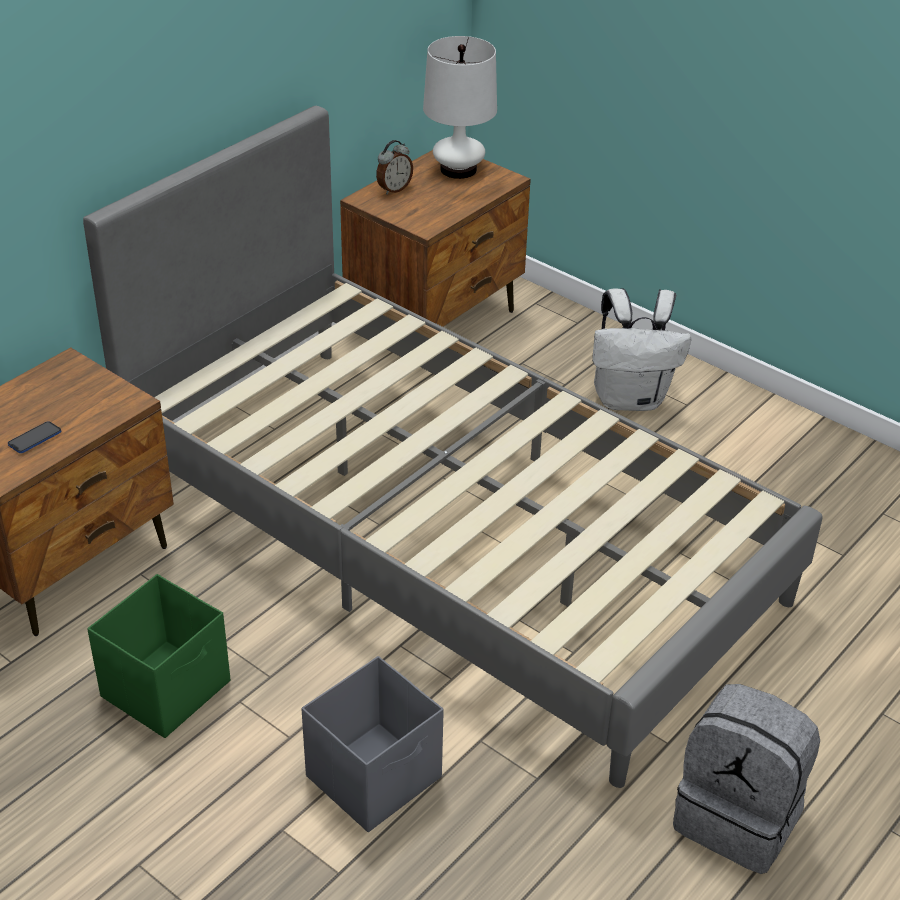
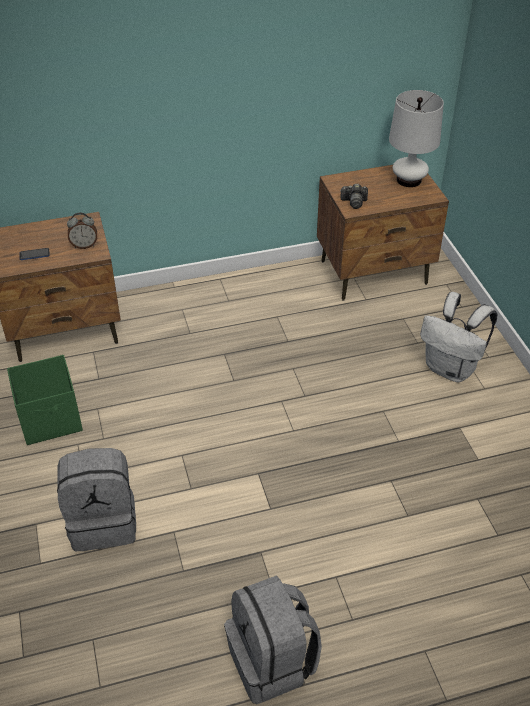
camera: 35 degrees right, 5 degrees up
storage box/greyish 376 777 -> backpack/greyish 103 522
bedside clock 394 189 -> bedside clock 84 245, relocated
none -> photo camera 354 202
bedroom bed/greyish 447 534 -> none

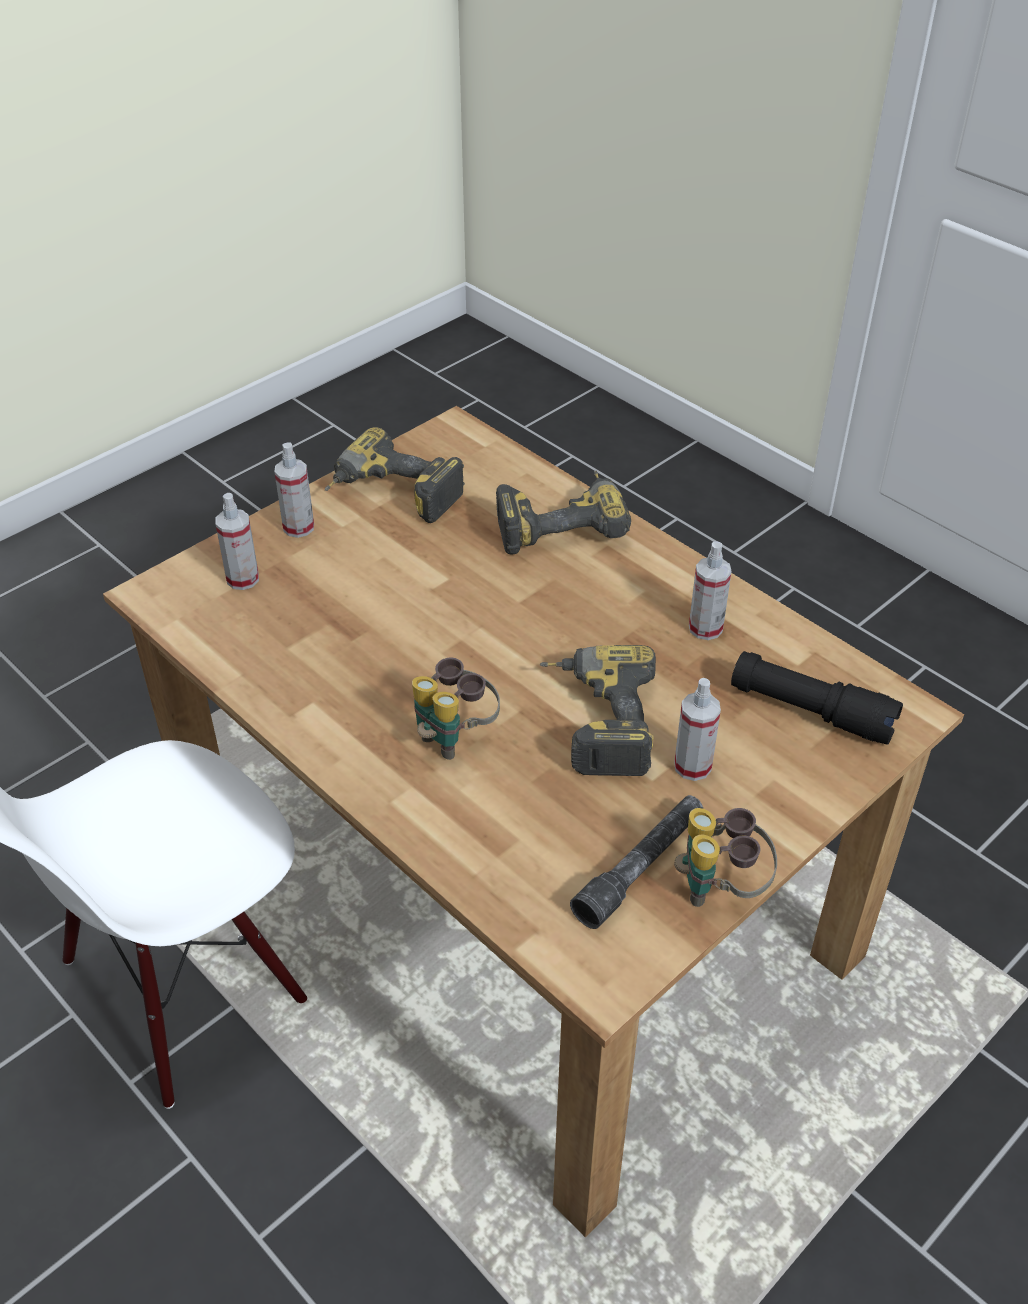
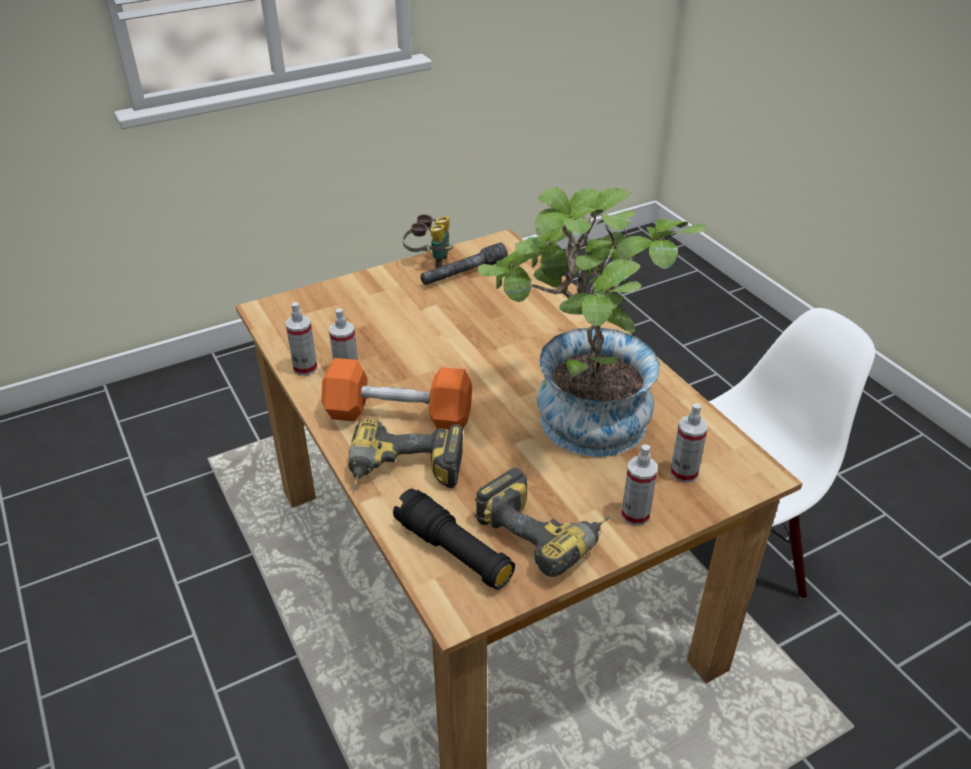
camera: 165 degrees left, 5 degrees down
sprayer 692 766 -> sprayer 305 368, relocated
none -> free weight/orange 399 415
torch/blackish 811 711 -> torch/blackish 454 551, relocated
none -> houseplant 578 426
pair of binoculars 454 735 -> none
drill 594 721 -> none

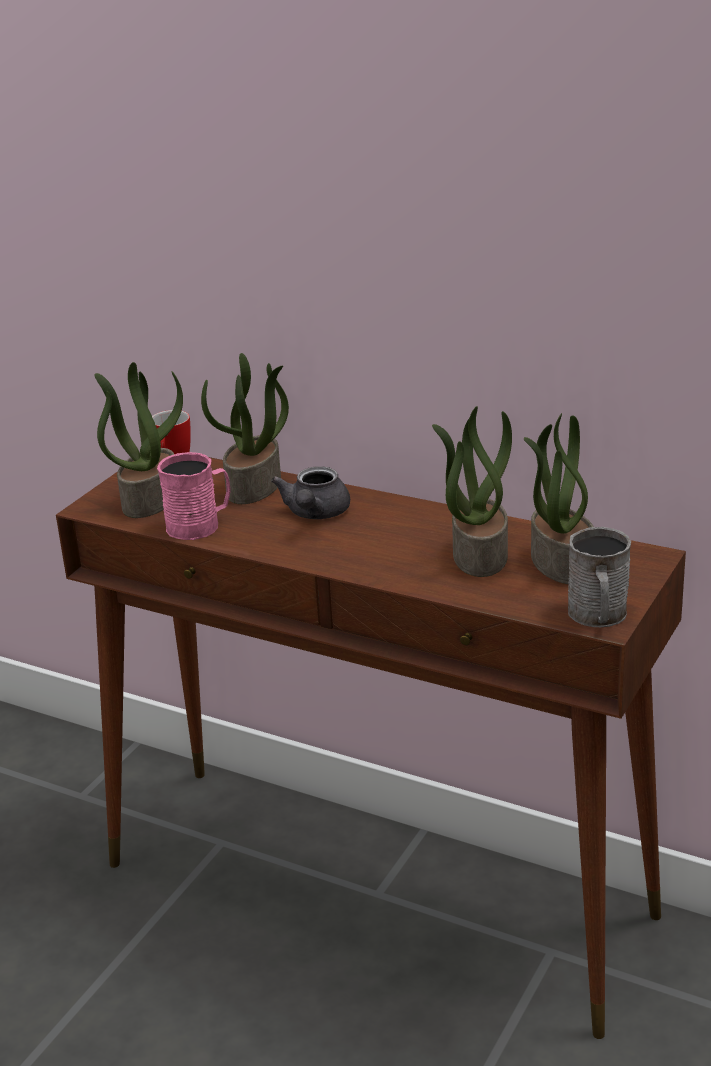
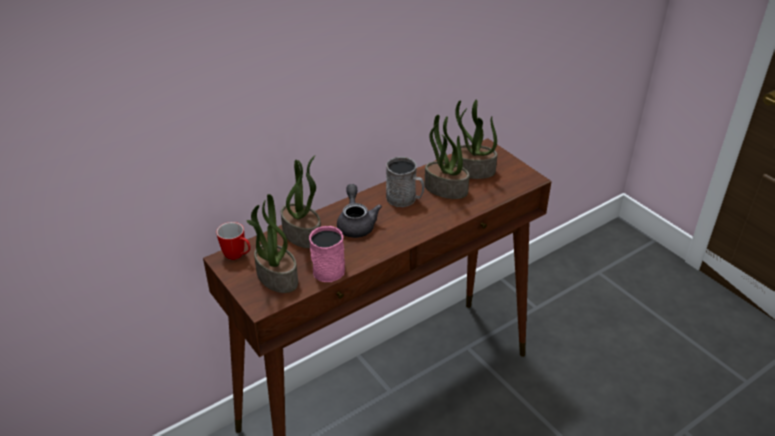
camera: 65 degrees left, 10 degrees up
tea pot/greyish 315 514 -> tea pot/greyish 356 224, 135 degrees counterclockwise
mug/greyish 598 616 -> mug/greyish 405 199, relocated

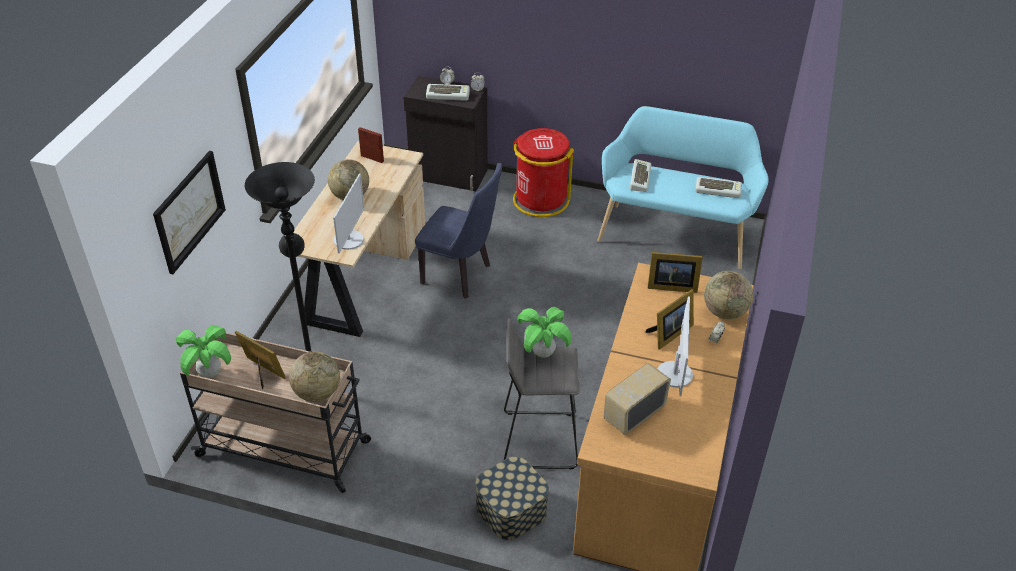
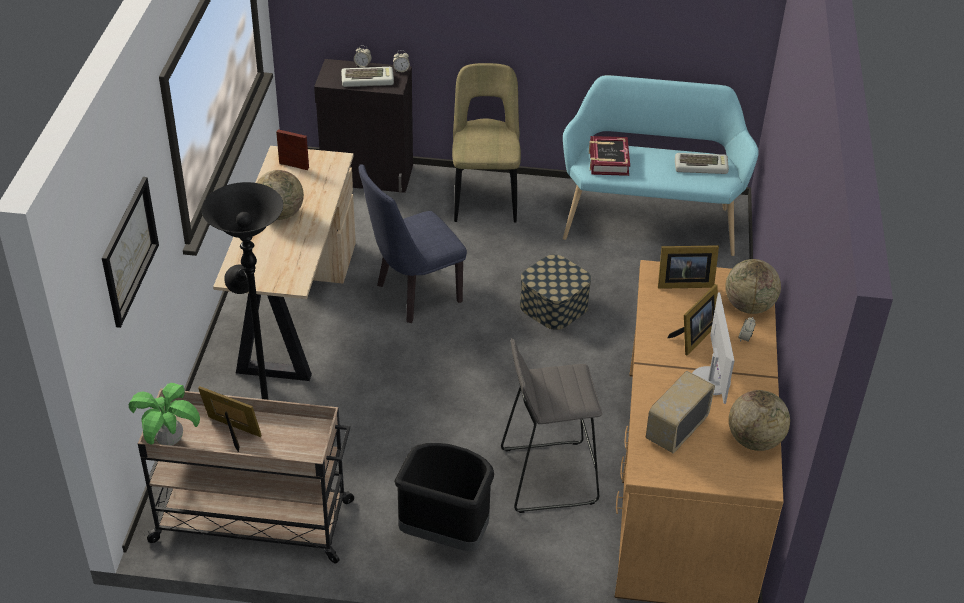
camera: 10 degrees left, 0 degrees up
upright chair/bluish 461 276 -> upright chair/bluish 412 296, 135 degrees clockwise
none -> waste bin/blackish 445 534
waste bin/reddish 540 200 -> upright chair/sand-coloured 485 196
storage box 511 510 -> storage box 553 306, relocated
keyboard 639 178 -> bound book 608 161
desk globe 317 393 -> desk globe 754 440, relocated
monitor 349 240 -> none
houseplant 543 353 -> none

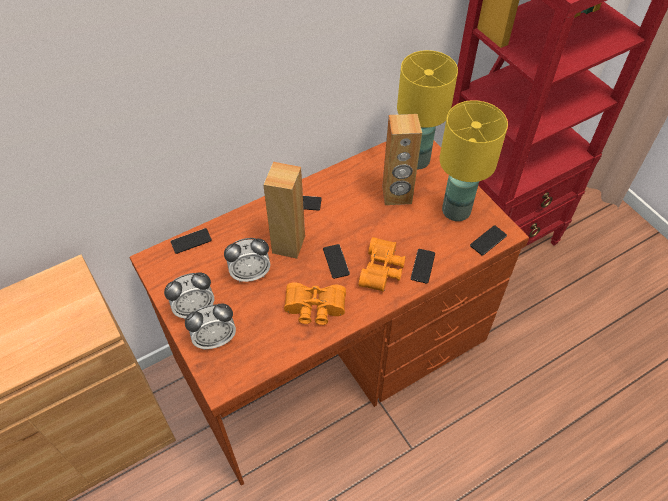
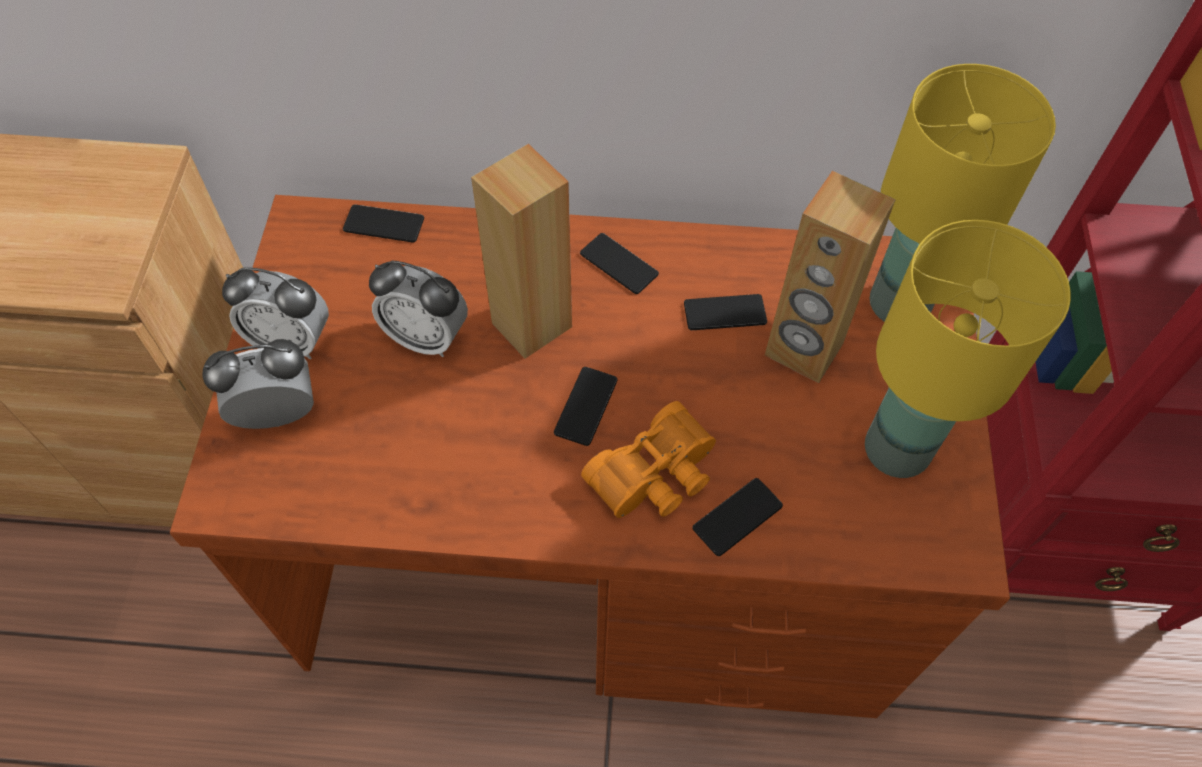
camera: 35 degrees right, 5 degrees up
bedside clock 215 339 -> bedside clock 277 414, 150 degrees clockwise
handset 488 241 -> handset 725 313, relocated
pair of binoculars/orange 315 309 -> none

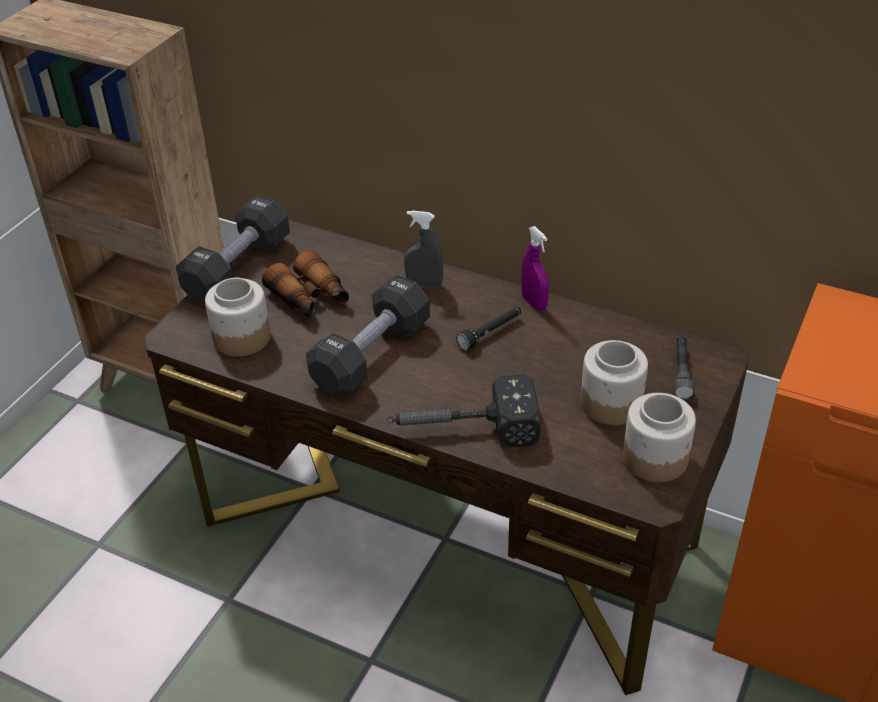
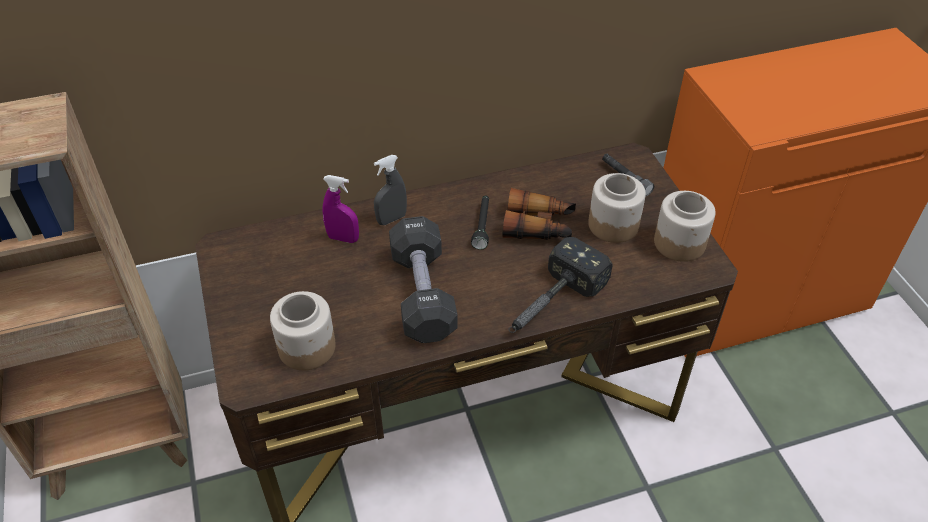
camera: 45 degrees left, 5 degrees up
sprayer/purple 534 303 -> sprayer/purple 343 238, relocated
pair of binoculars 310 298 -> pair of binoculars 539 226, relocated
free weight/blackish 238 268 -> none

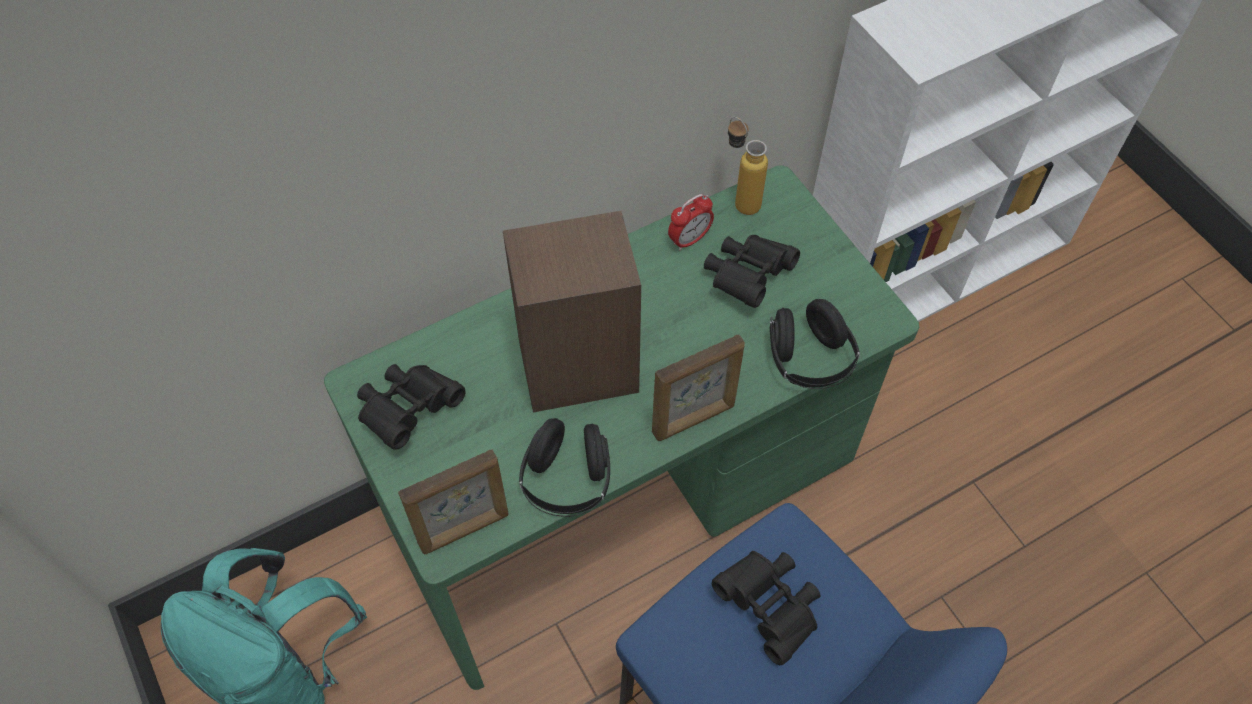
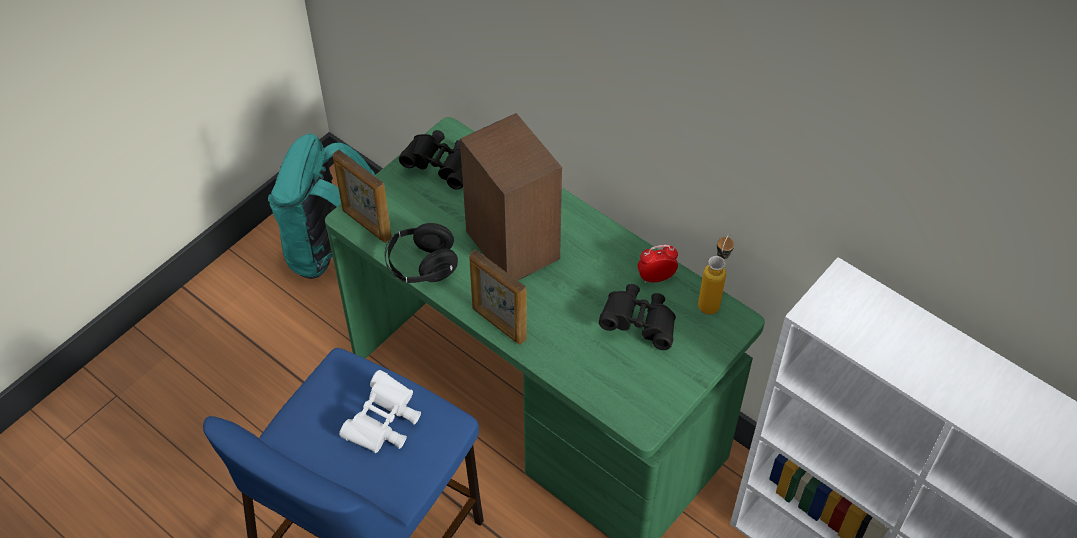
camera: 70 degrees right, 5 degrees down
pair of binoculars/blackish 770 607 -> pair of binoculars/whitish 384 423
bedside clock 689 239 -> bedside clock 656 278, 135 degrees clockwise
headset/blackish 809 360 -> none

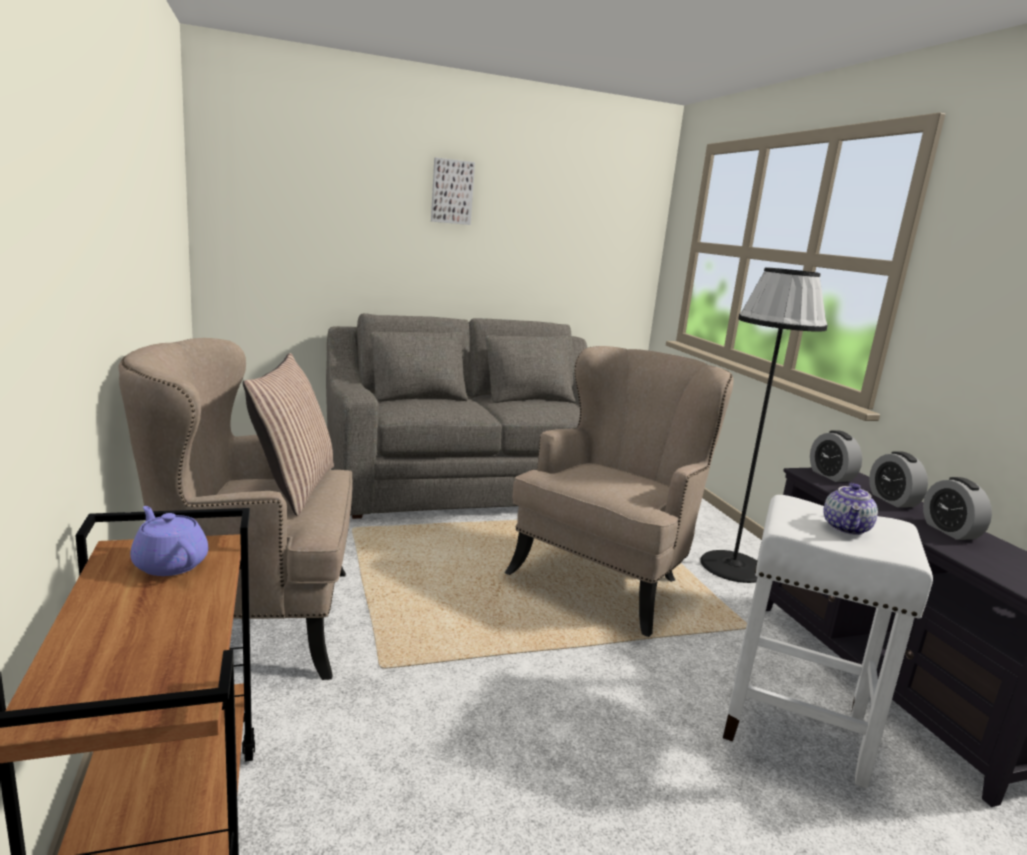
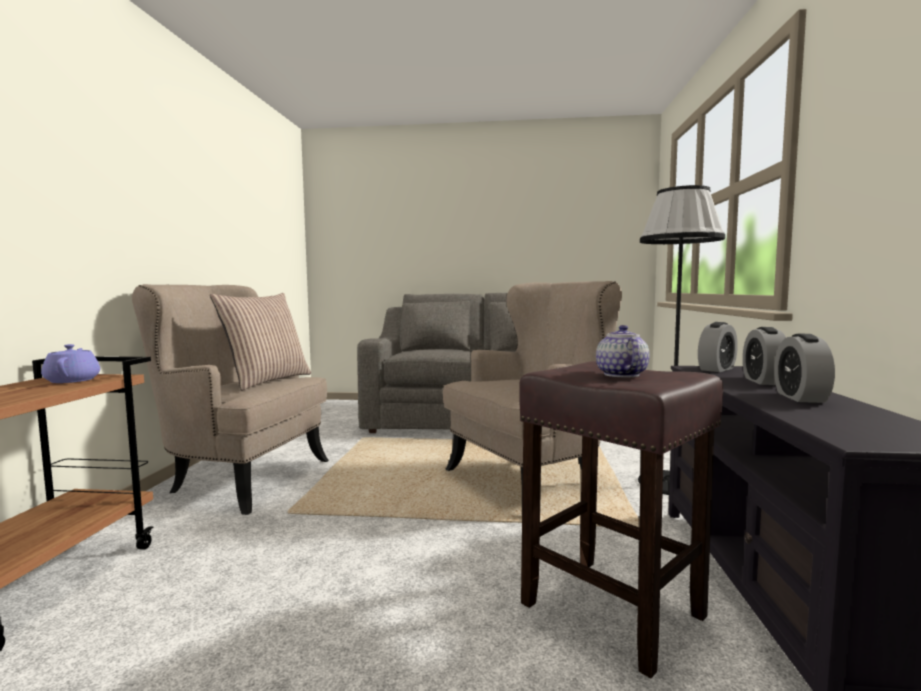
camera: 25 degrees right, 10 degrees down
stool/whitish 797 728 -> stool/brownish 615 611
tea pot 847 528 -> tea pot 620 374, 135 degrees clockwise
bedside clock 830 476 -> bedside clock 717 369, 135 degrees counterclockwise
wall art 452 192 -> none

